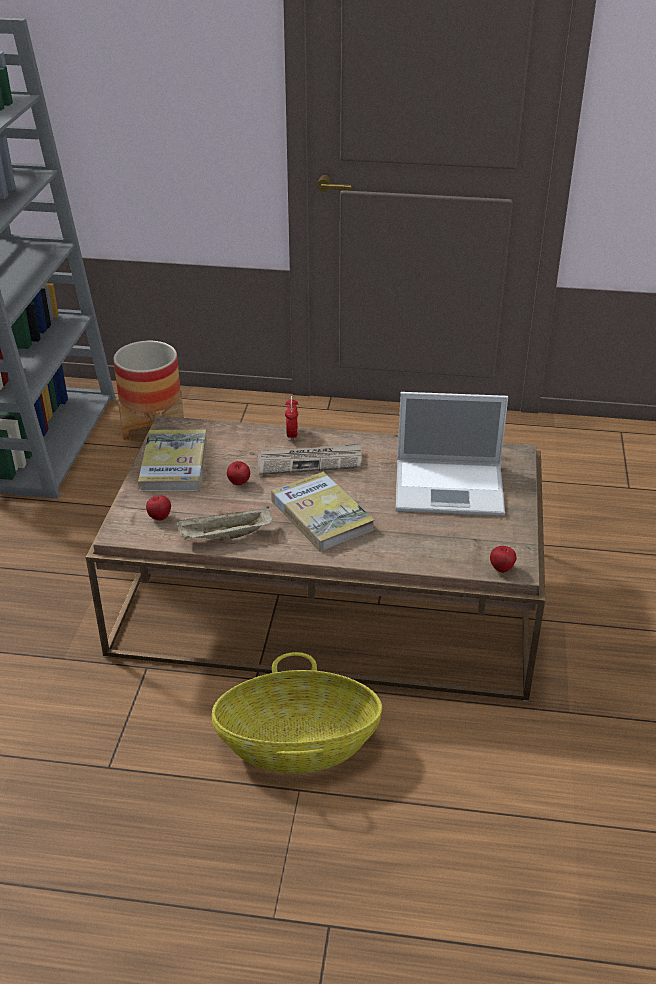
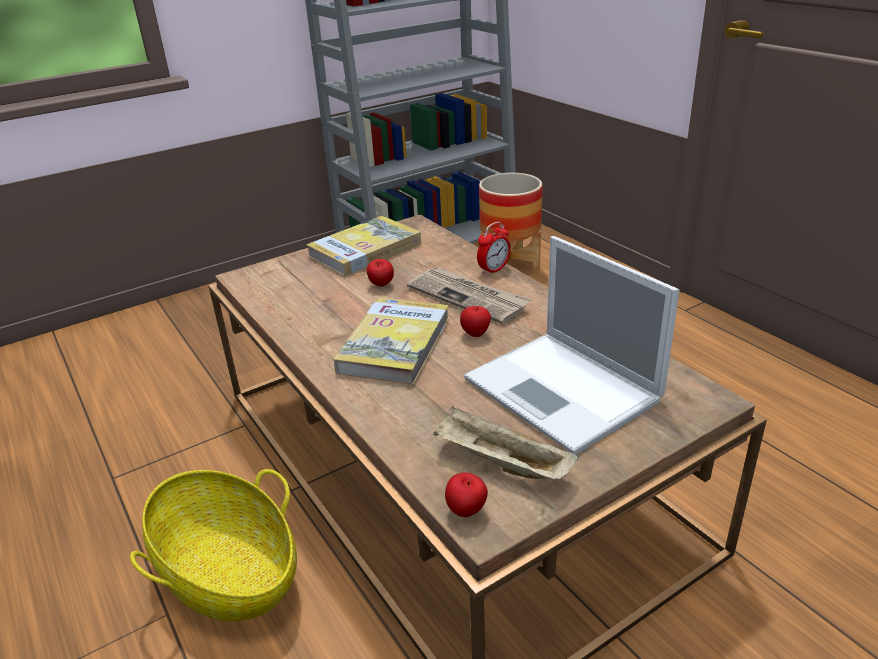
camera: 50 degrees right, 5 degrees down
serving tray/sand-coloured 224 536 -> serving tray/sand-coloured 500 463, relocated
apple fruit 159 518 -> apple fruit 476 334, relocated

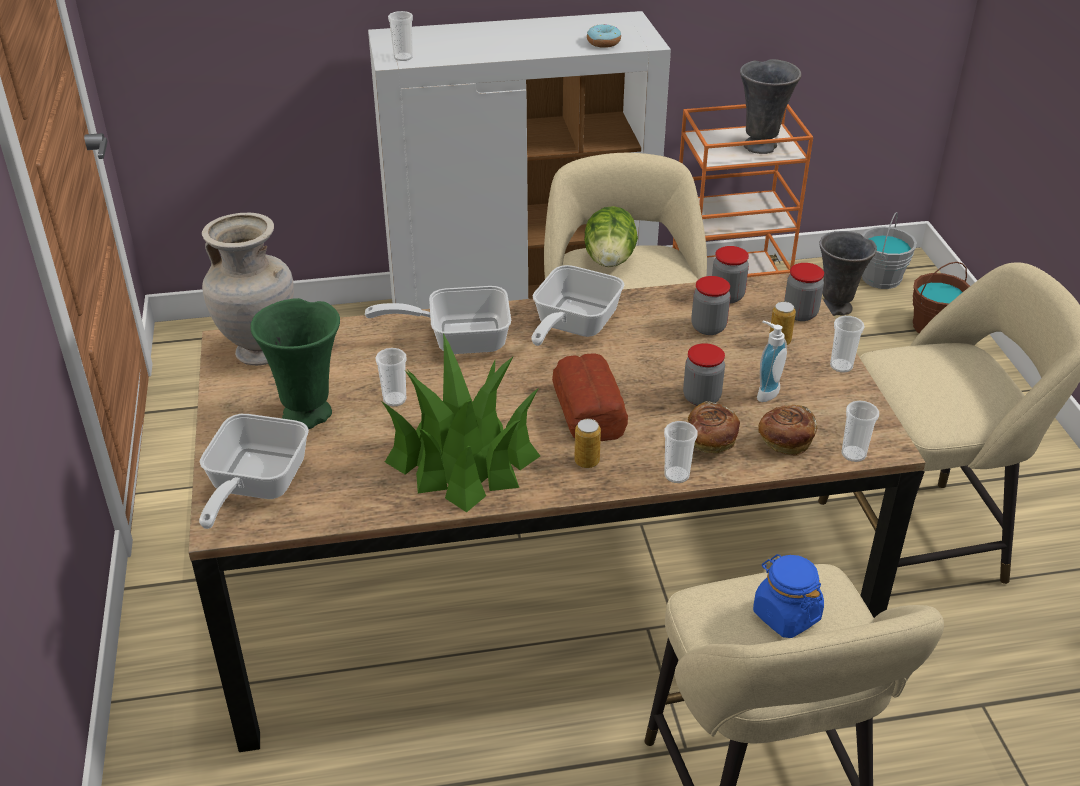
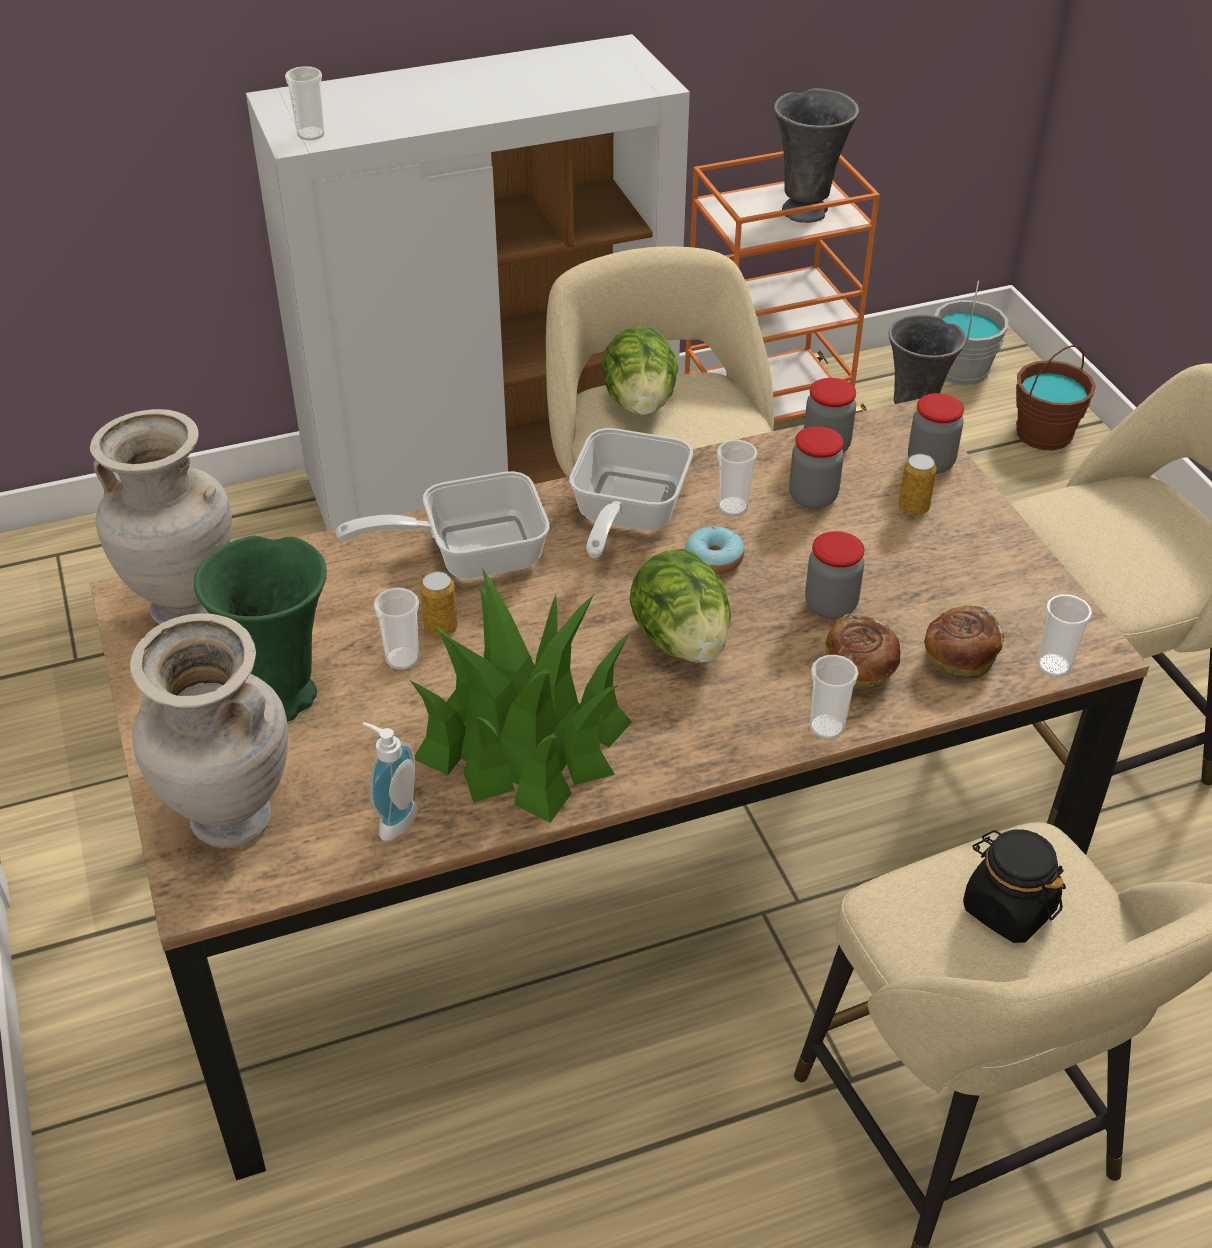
camera: 10 degrees left, 5 degrees up
frying pan 253 487 -> vase/sand-coloured 231 823
liquid soap bottle 764 392 -> liquid soap bottle 393 819, relocated
sealed can 587 461 -> sealed can 441 628, relocated
bread 589 408 -> head of lettuce 681 640
donut 603 42 -> donut 713 559, relocated
drinking cup 841 366 -> drinking cup 733 507, relocated
preserve jar/bluish 786 615 -> preserve jar/blackish 1007 908

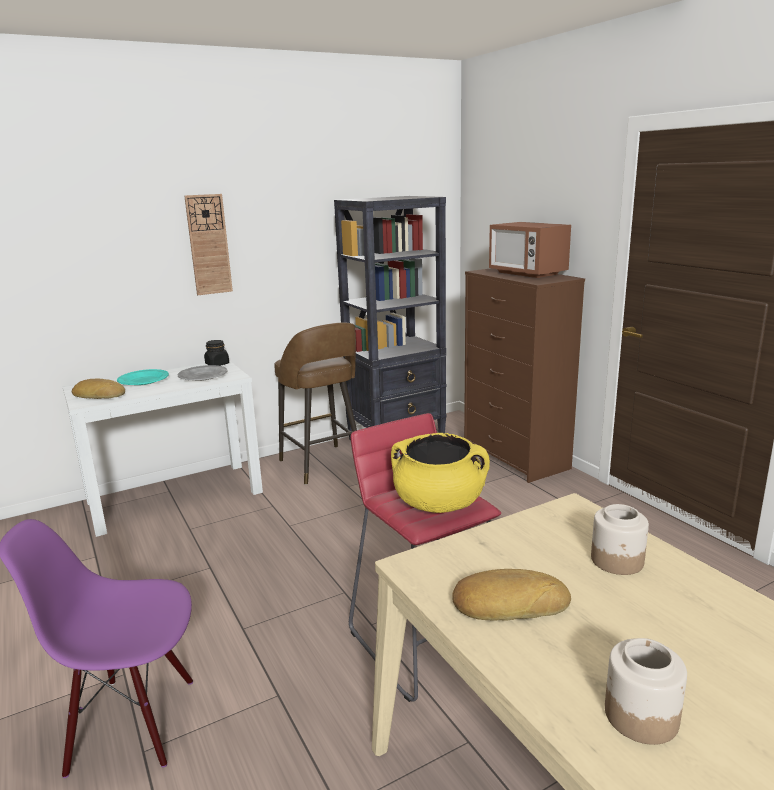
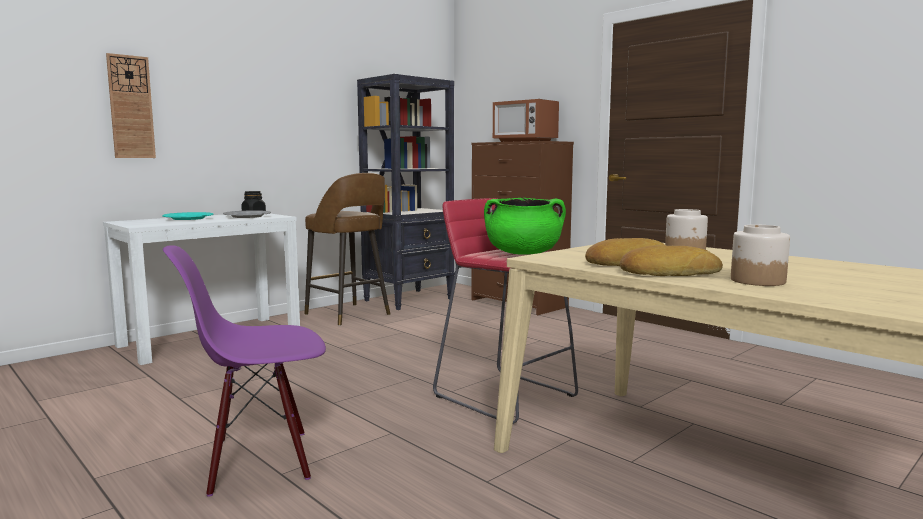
camera: 15 degrees left, 10 degrees down
hanging clock 208 245 -> hanging clock 131 107, relocated
stockpot/yellow 439 504 -> stockpot/green 523 253
bread 100 395 -> bread 668 273, relocated

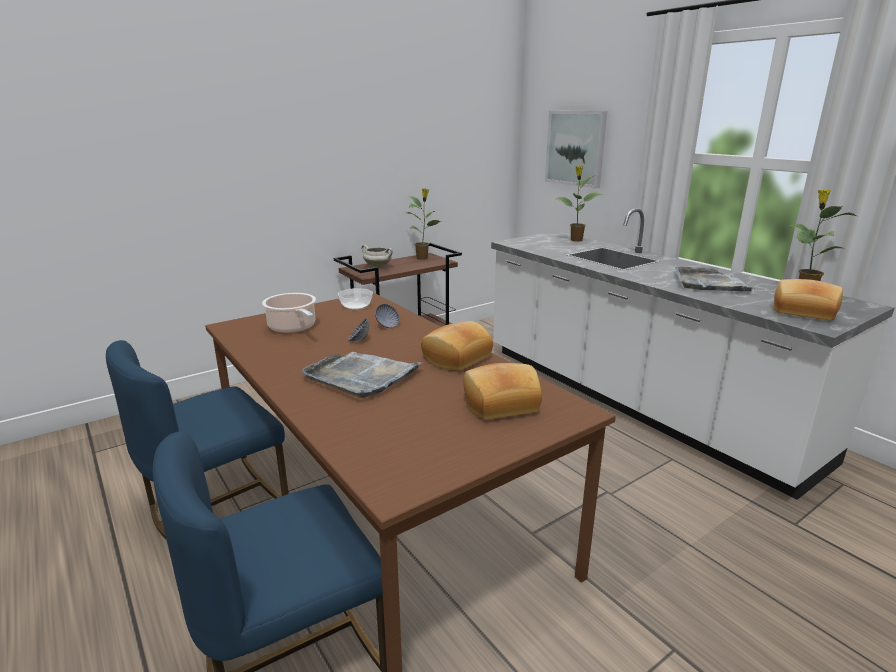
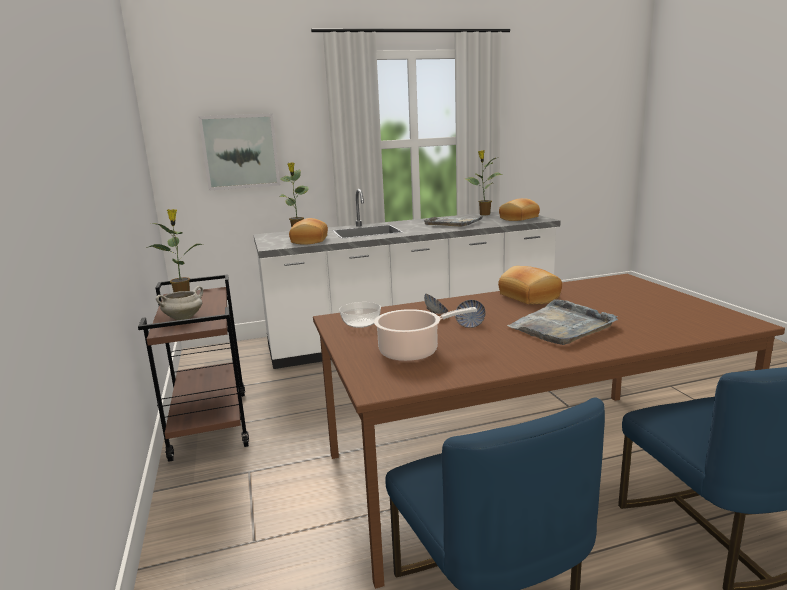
camera: 70 degrees left, 5 degrees down
bread 500 403 -> bread 308 240, relocated

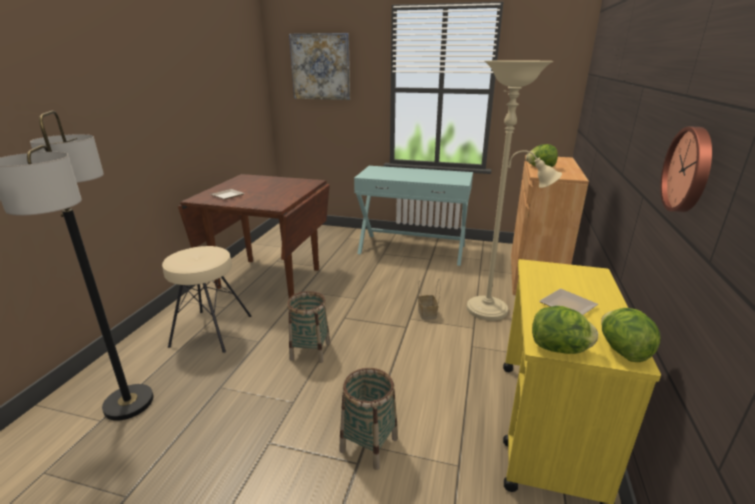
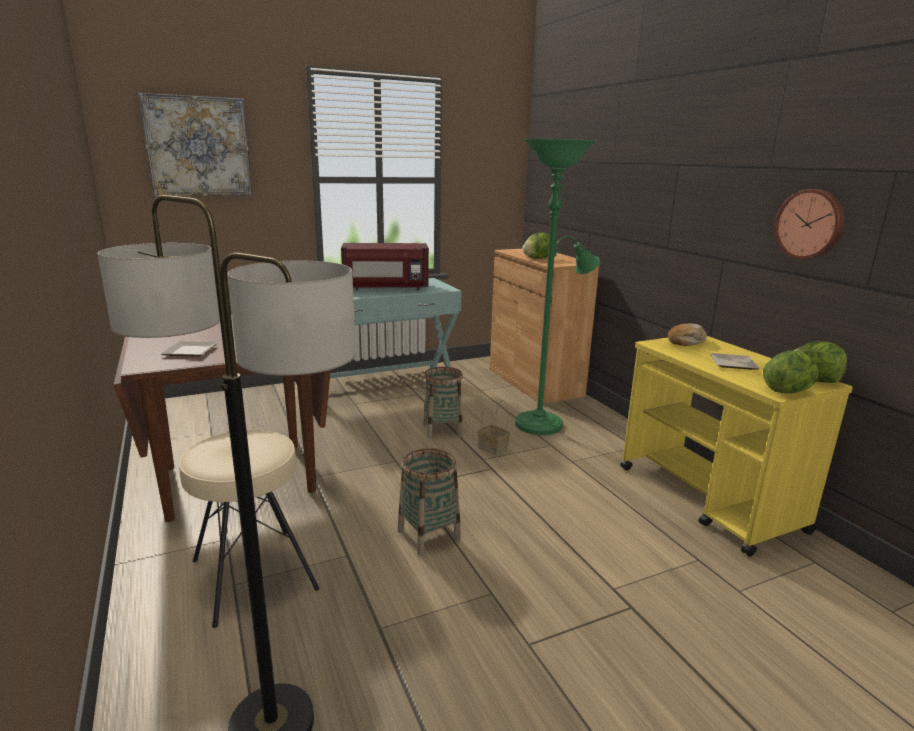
camera: 40 degrees left, 5 degrees down
none -> microwave/reddish 385 288
basket 369 444 -> basket 442 430, relocated
standard lamp/sand-coloured 492 309 -> standard lamp/green 543 423
none -> bread 686 341

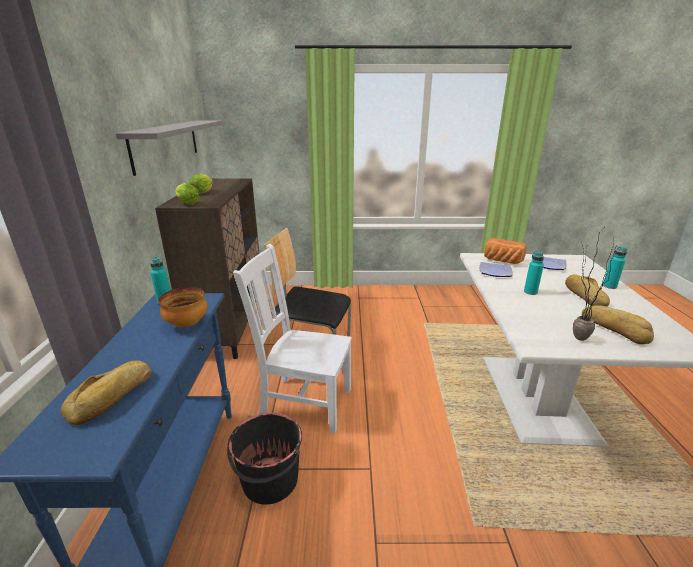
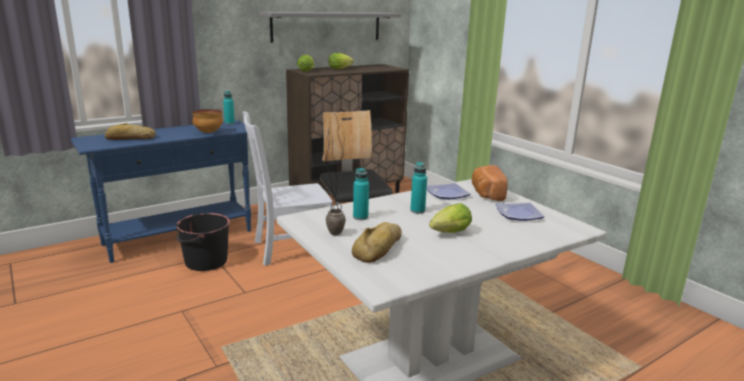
camera: 55 degrees right, 5 degrees down
upright chair/whitish 303 402 -> upright chair/whitish 289 249, 90 degrees counterclockwise
bottle/blue-green 609 286 -> bottle/blue-green 360 217, relocated
bread 584 296 -> head of lettuce 448 233

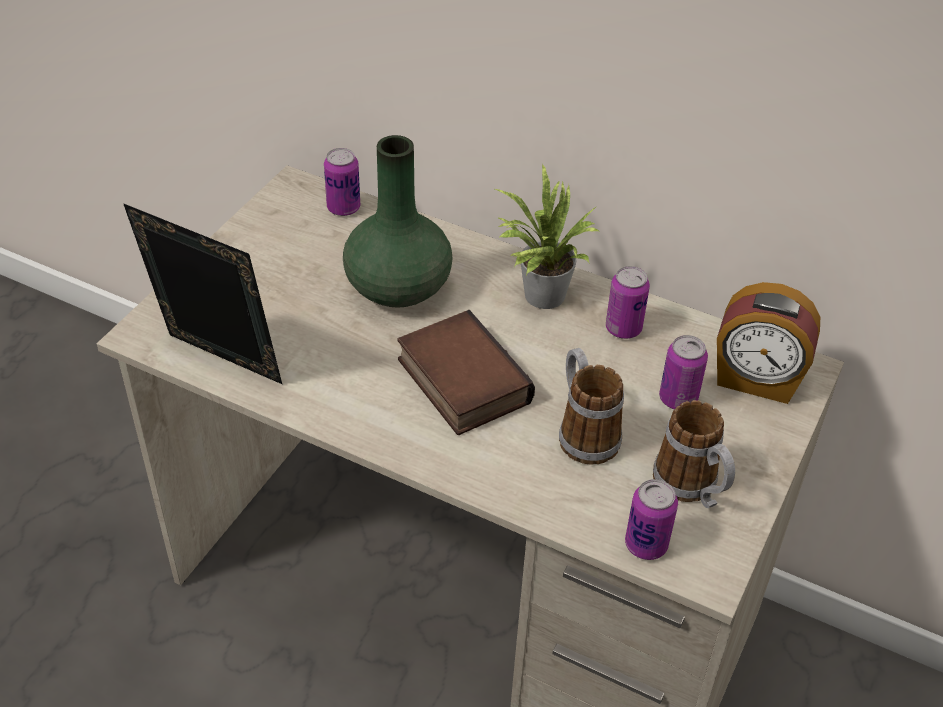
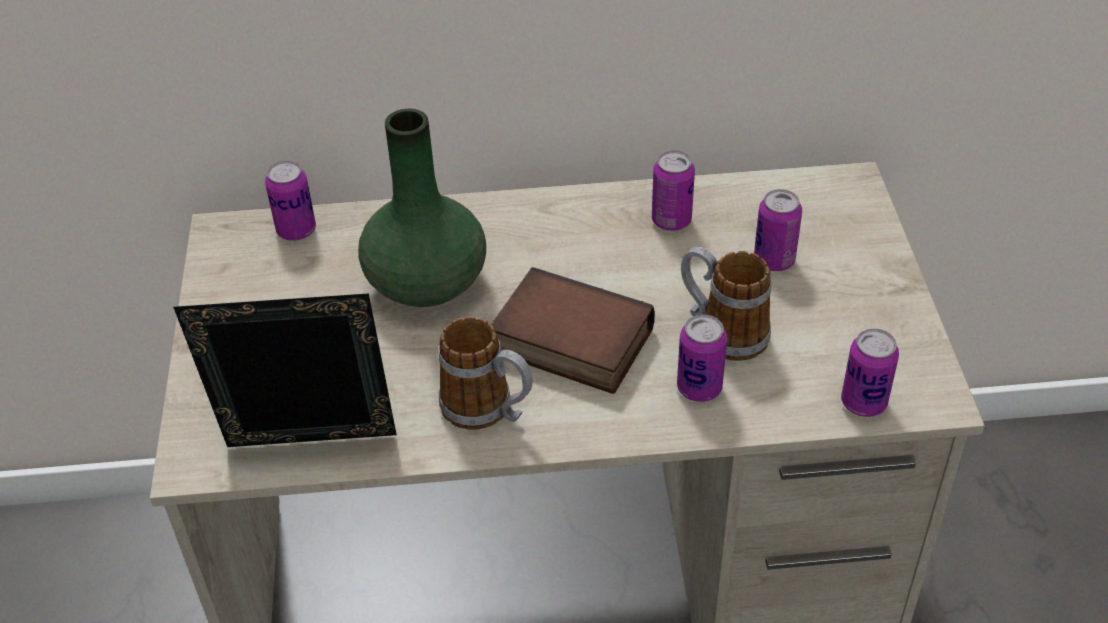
camera: 30 degrees left, 0 degrees up
mug 692 489 -> mug 488 411, relocated
none -> sealed can 699 388
houseplant 539 296 -> none
bedside clock 756 380 -> none

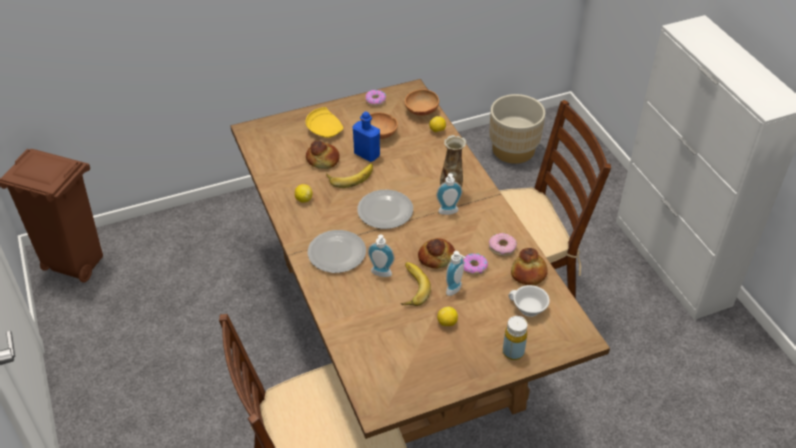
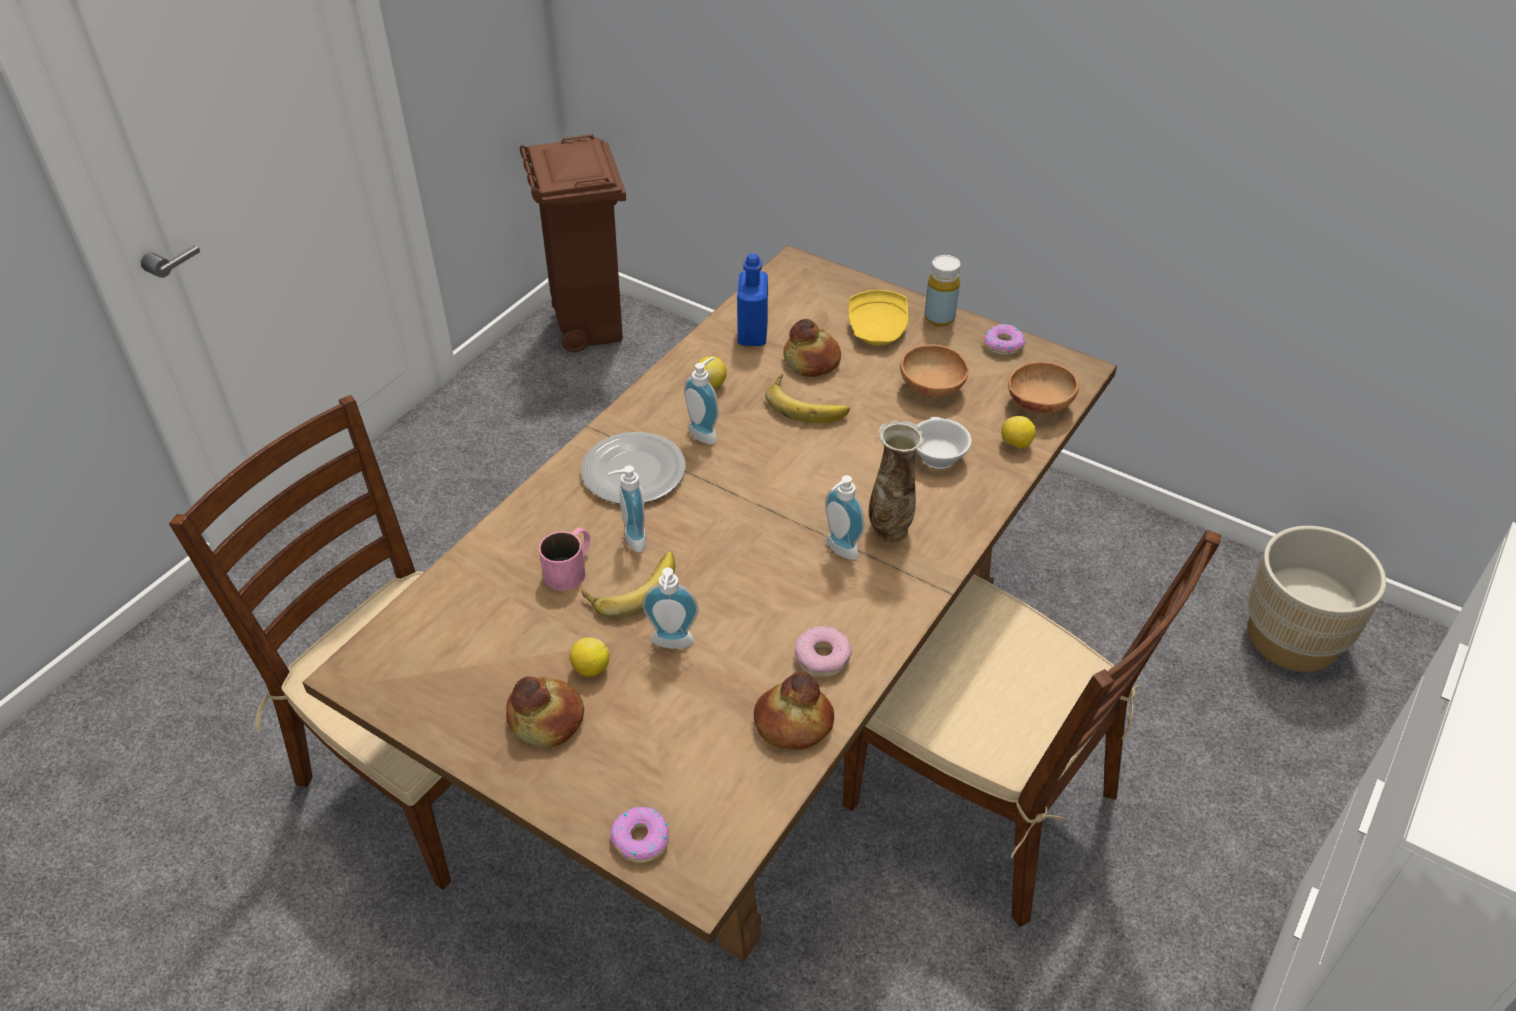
camera: 55 degrees right, 0 degrees up
bread 436 257 -> bread 547 718, relocated
none -> mug/pinkish 571 568
donut 474 267 -> donut 640 839, relocated
none -> liquid soap bottle 705 432
bottle/bluish 367 154 -> bottle/bluish 752 334, relocated
drinking cup/whitish 528 309 -> drinking cup/whitish 935 455, relocated
bottle/yellow 513 352 -> bottle/yellow 939 318, relocated
flat dish 385 212 -> none

